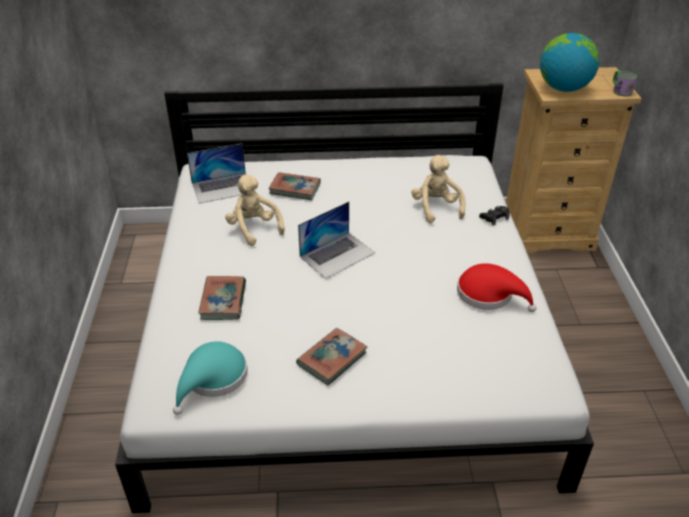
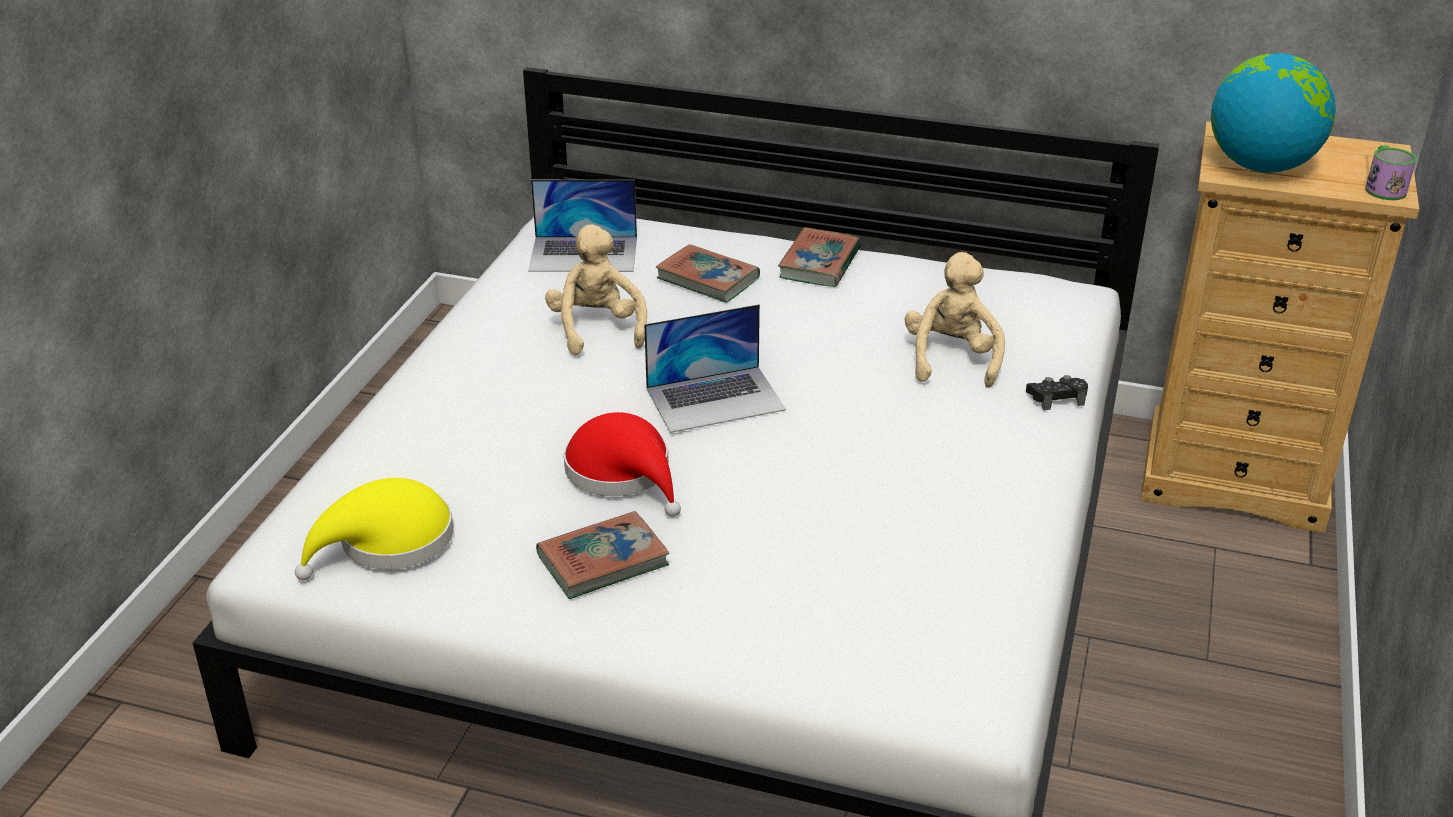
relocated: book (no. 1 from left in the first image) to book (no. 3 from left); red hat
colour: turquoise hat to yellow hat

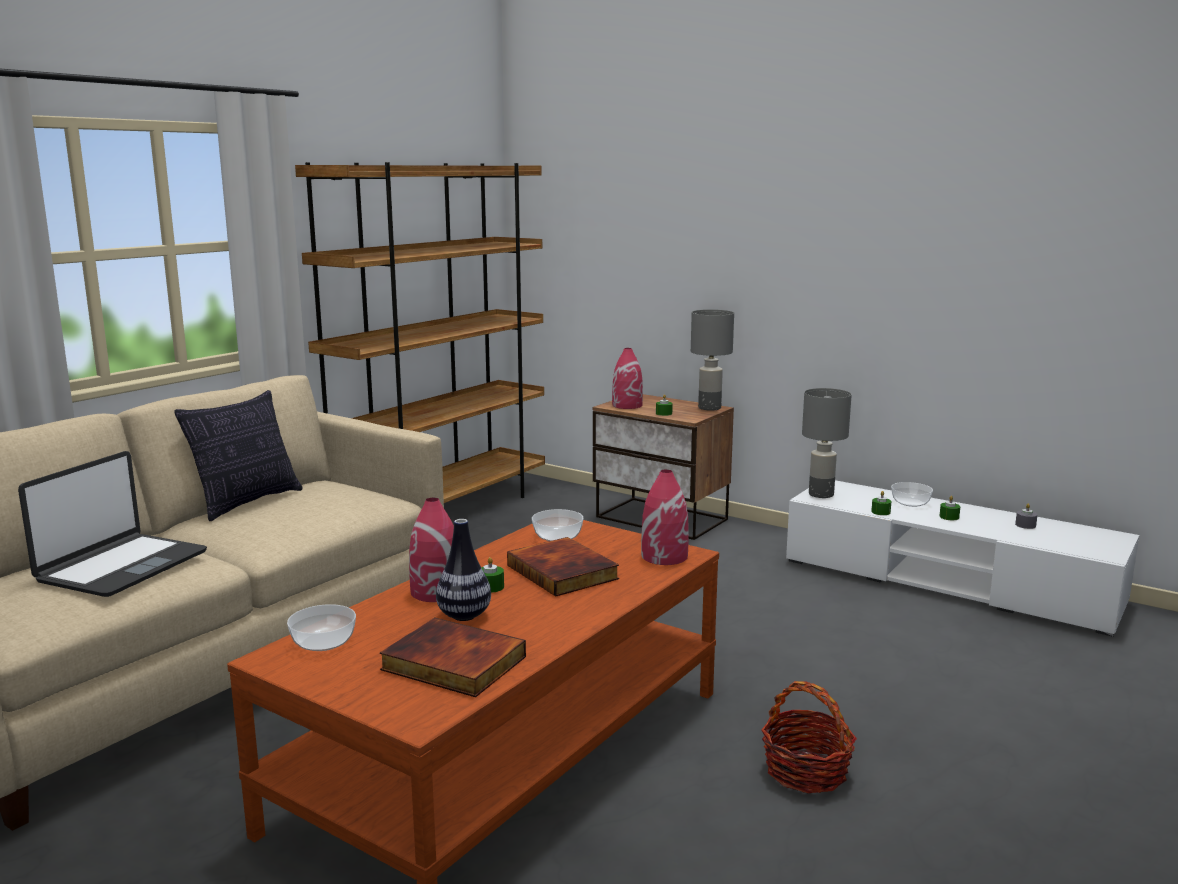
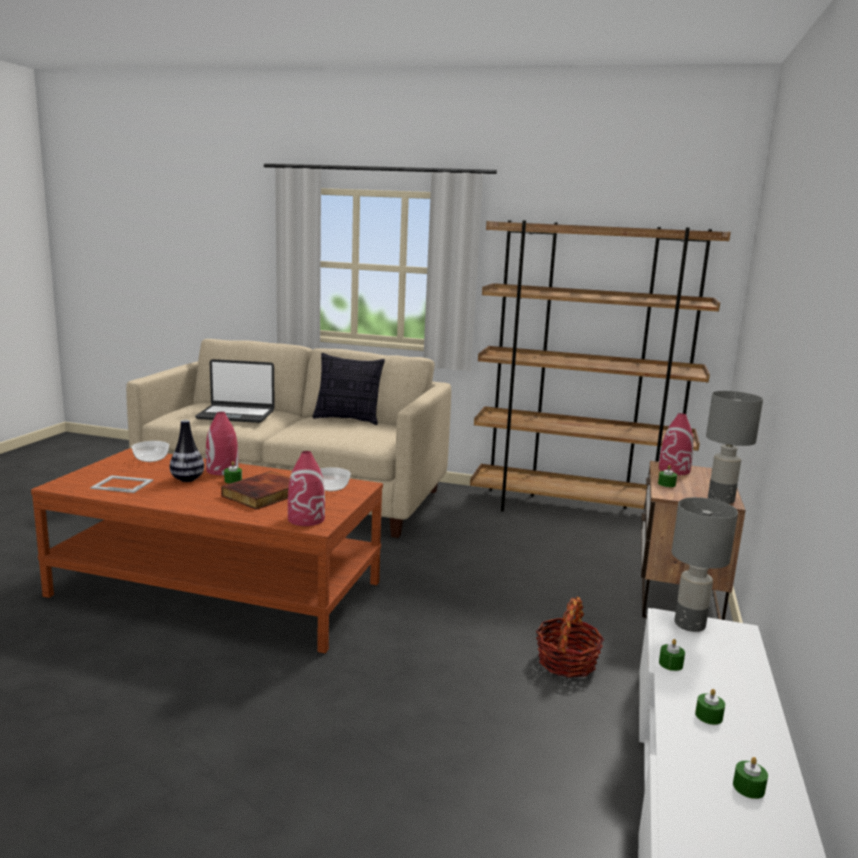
missing: bowl (no. 3 from left)
relocated: basket
exchanged: book (no. 1 from left) to picture frame
colour: grey candle to green candle (no. 5 from left)

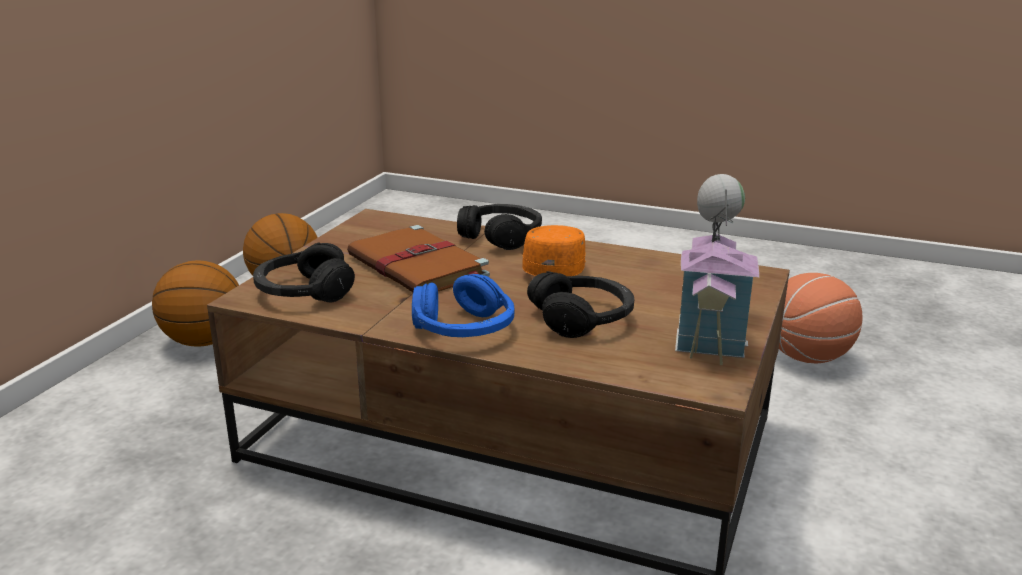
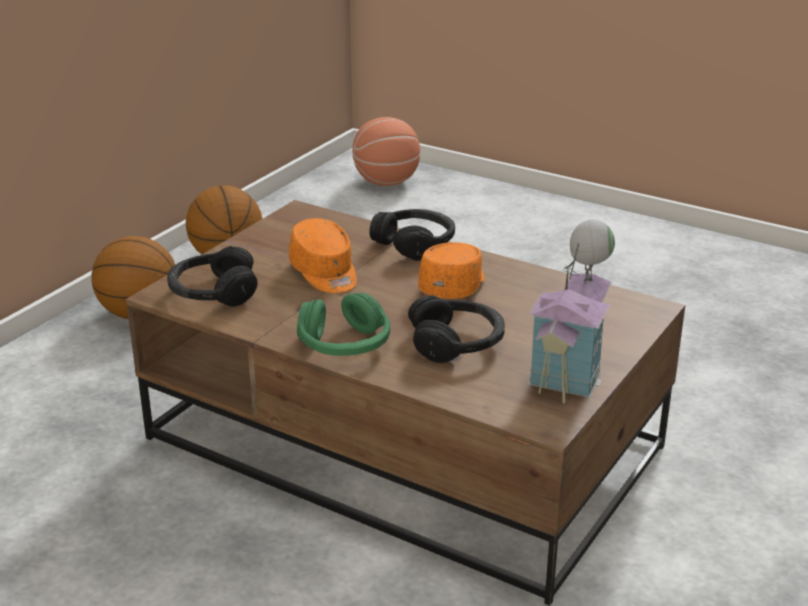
relocated: basketball (no. 3 from left)
exchanged: brown book to orange cap (no. 1 from left)
colour: blue headphones to green headphones

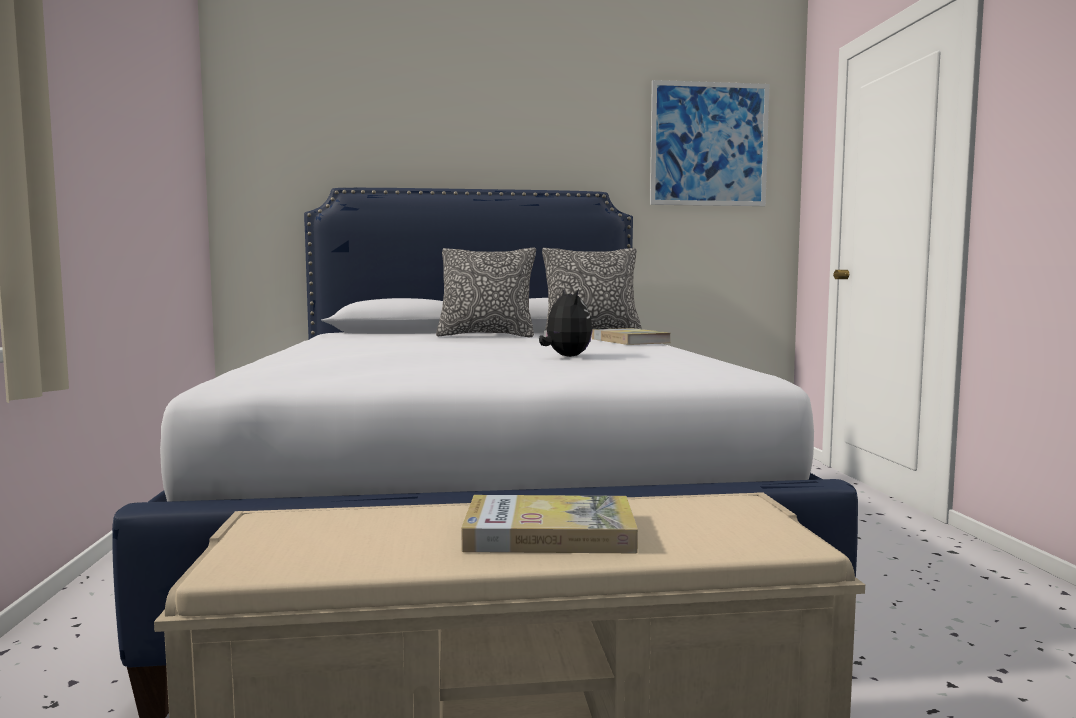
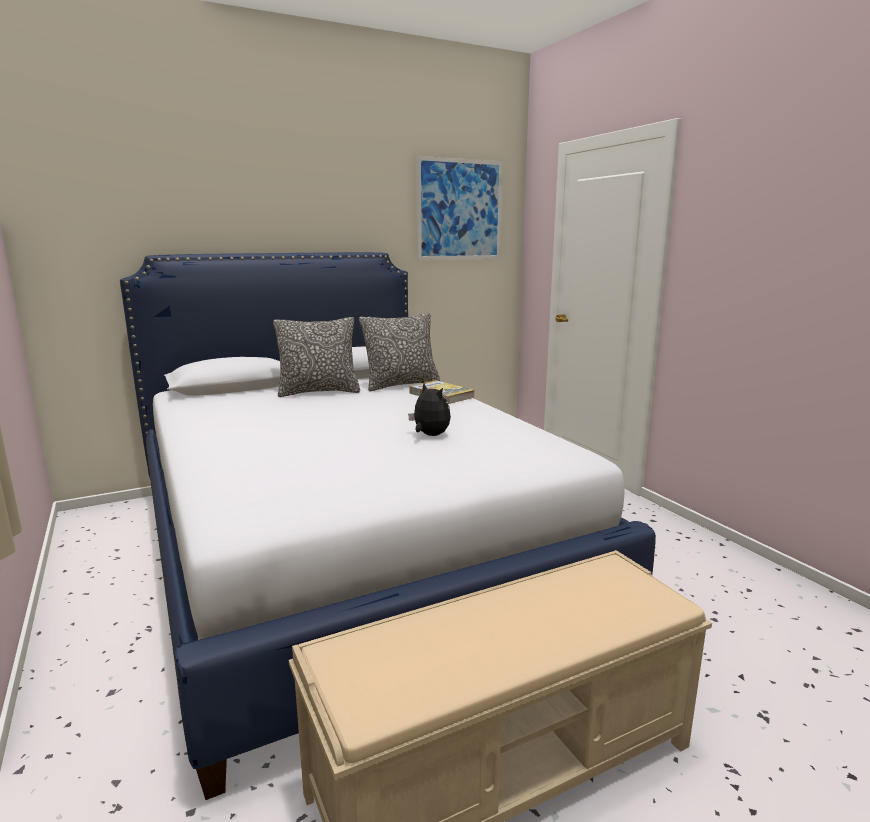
missing: book (no. 1 from left)

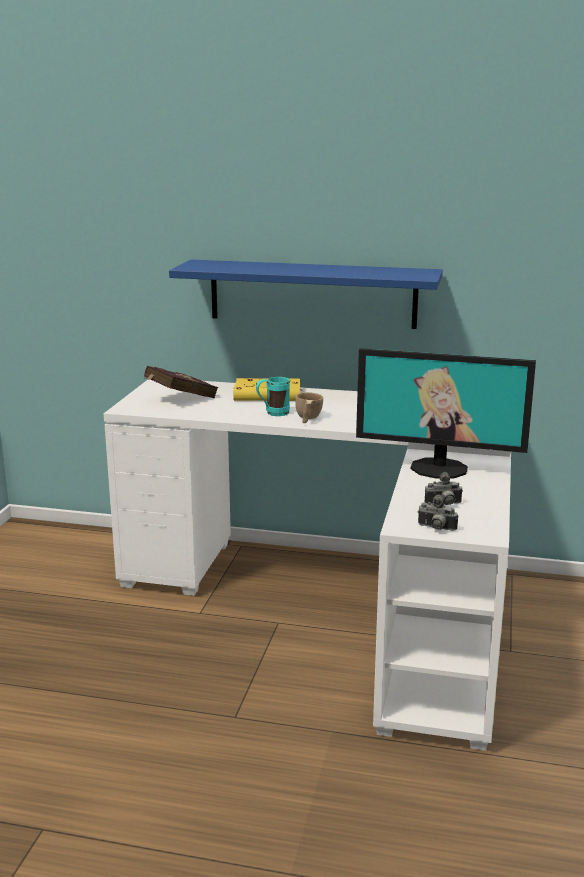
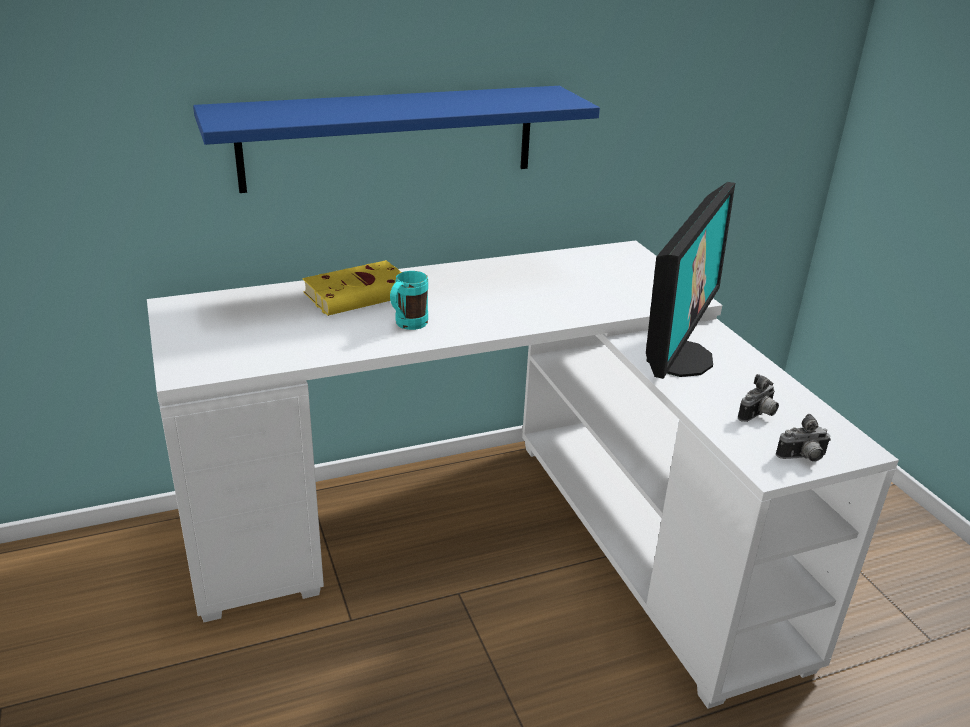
missing: red book; beige cup
spun: monitor 45 degrees counterclockwise

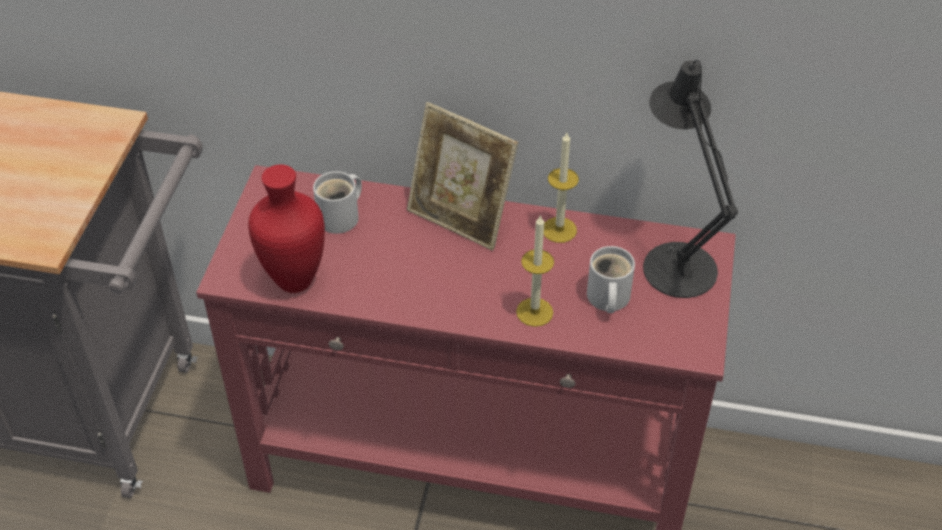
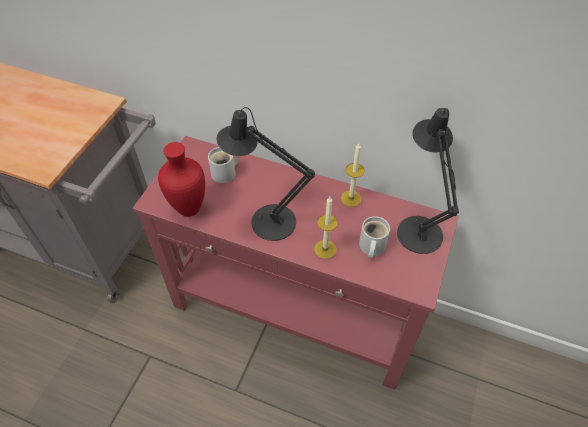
missing: picture frame
appeared: black table lamp (no. 1 from left)

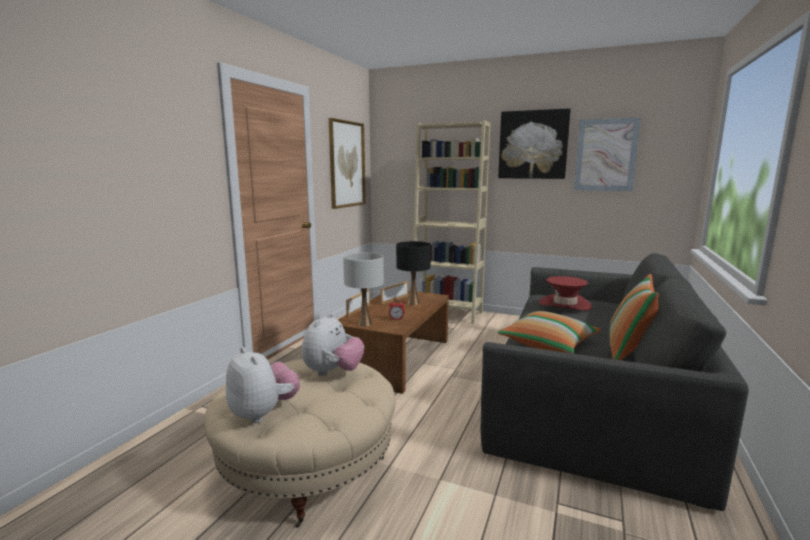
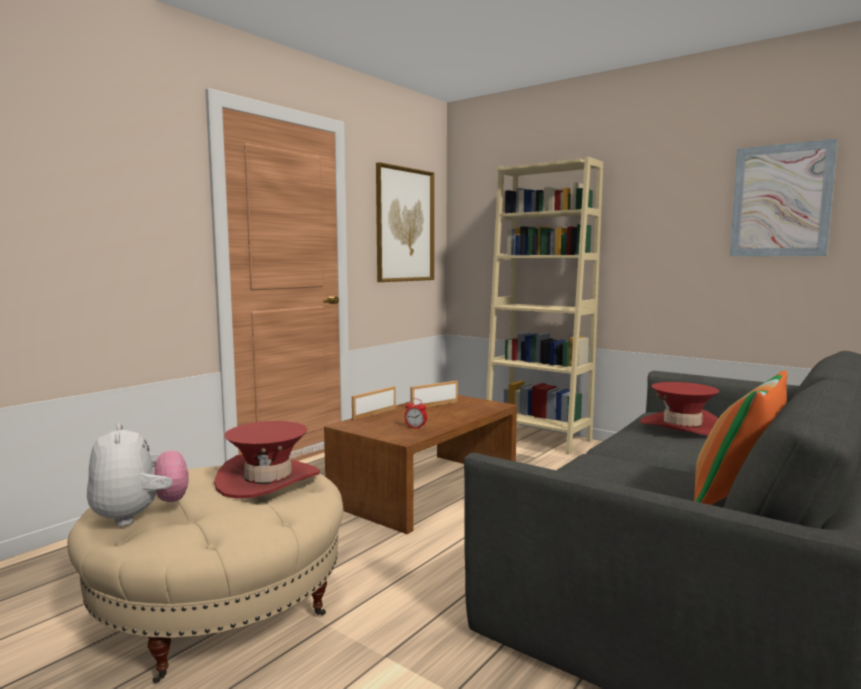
missing: white table lamp; black table lamp; picture (no. 2 from left); pillow (no. 1 from left)
exchanged: plush toy (no. 2 from left) to red hat (no. 1 from left)

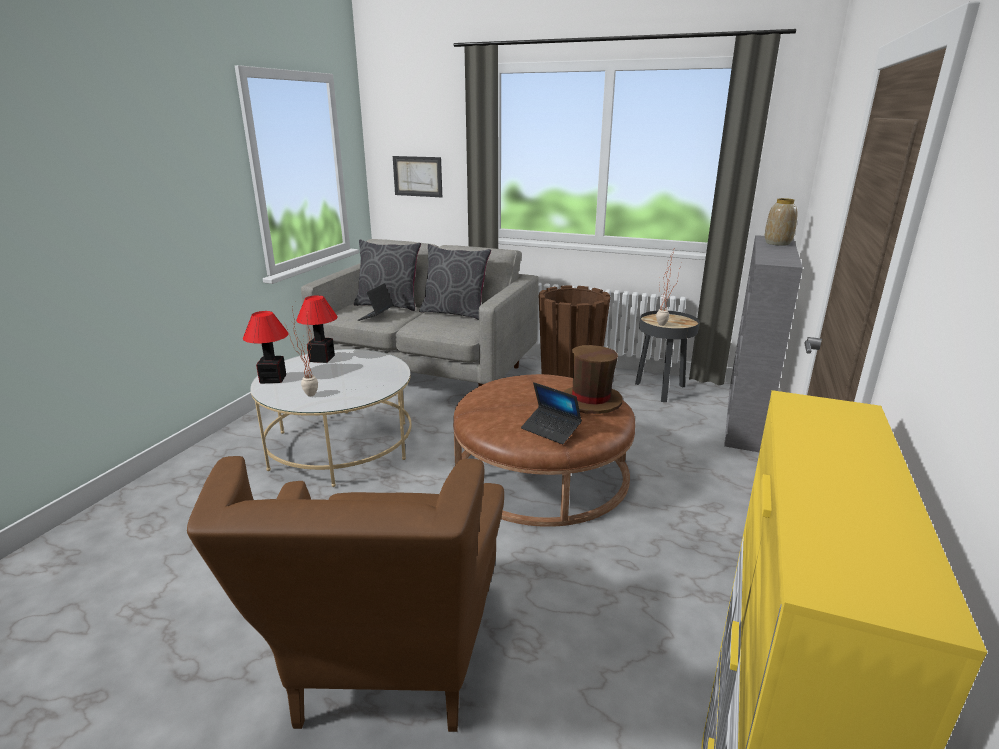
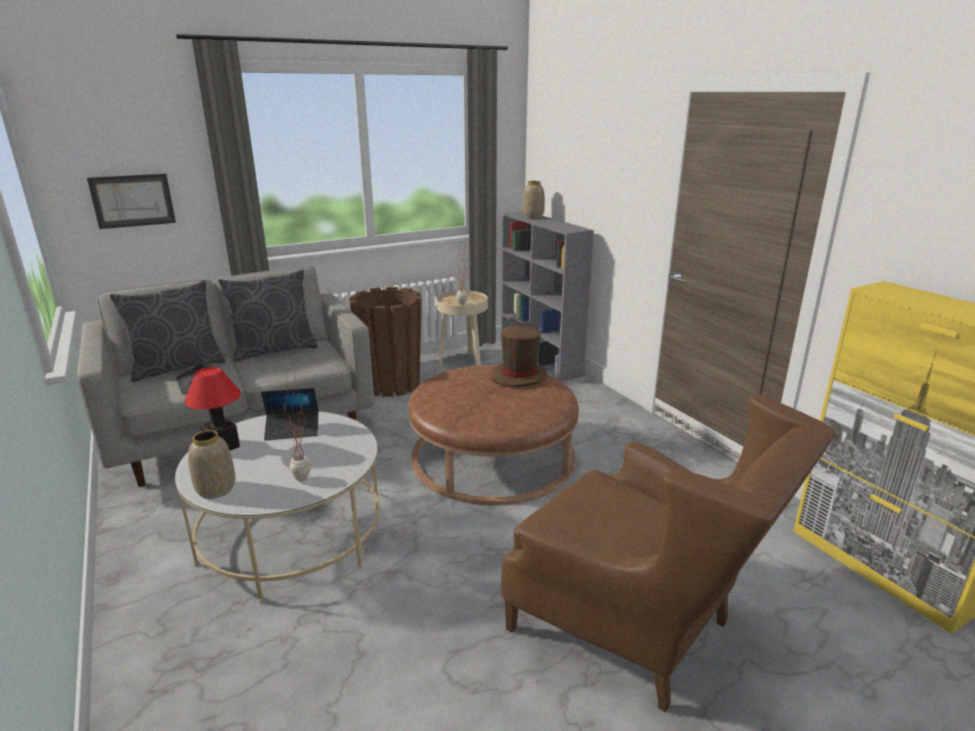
relocated: laptop (no. 2 from left)
exchanged: table lamp (no. 1 from left) to vase (no. 1 from left)
colour: black side table to beige side table

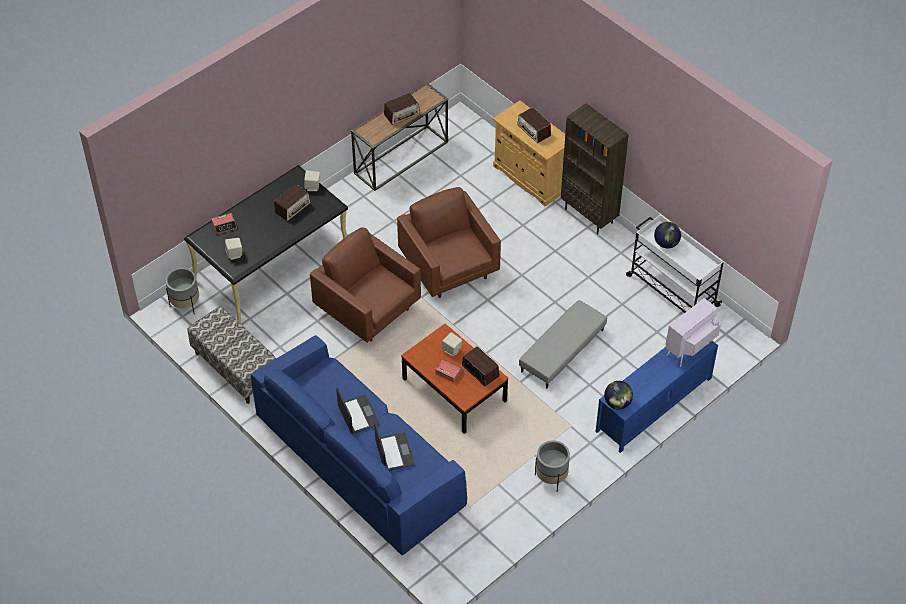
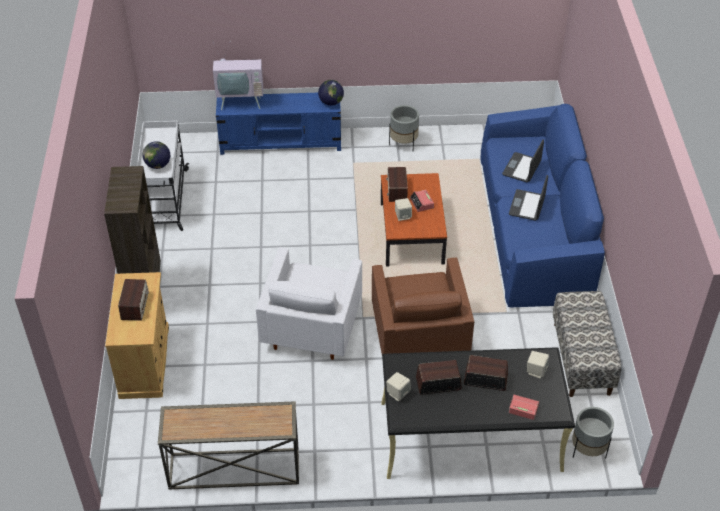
missing: grey ottoman
relocated: radio (no. 2 from left in the first image) to radio (no. 4 from left)
colour: brown armchair (no. 2 from left) to white armchair

